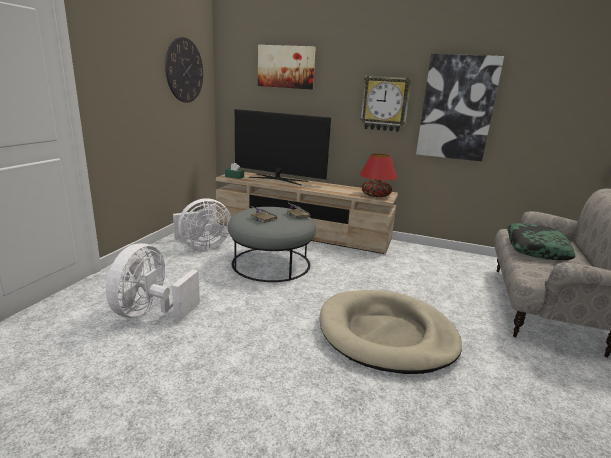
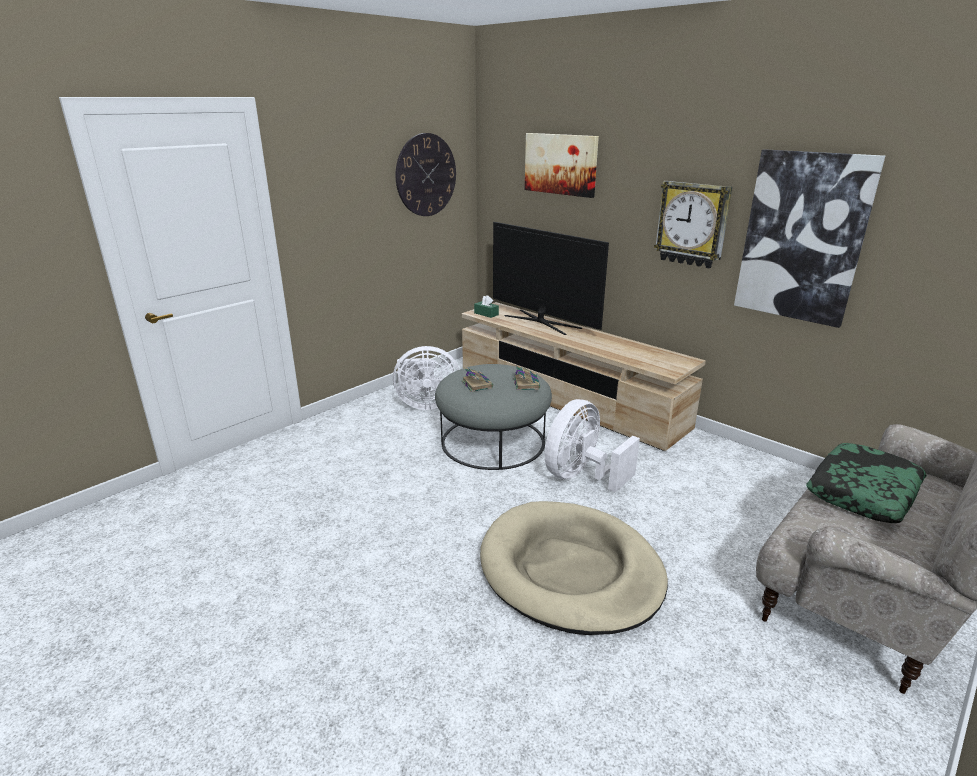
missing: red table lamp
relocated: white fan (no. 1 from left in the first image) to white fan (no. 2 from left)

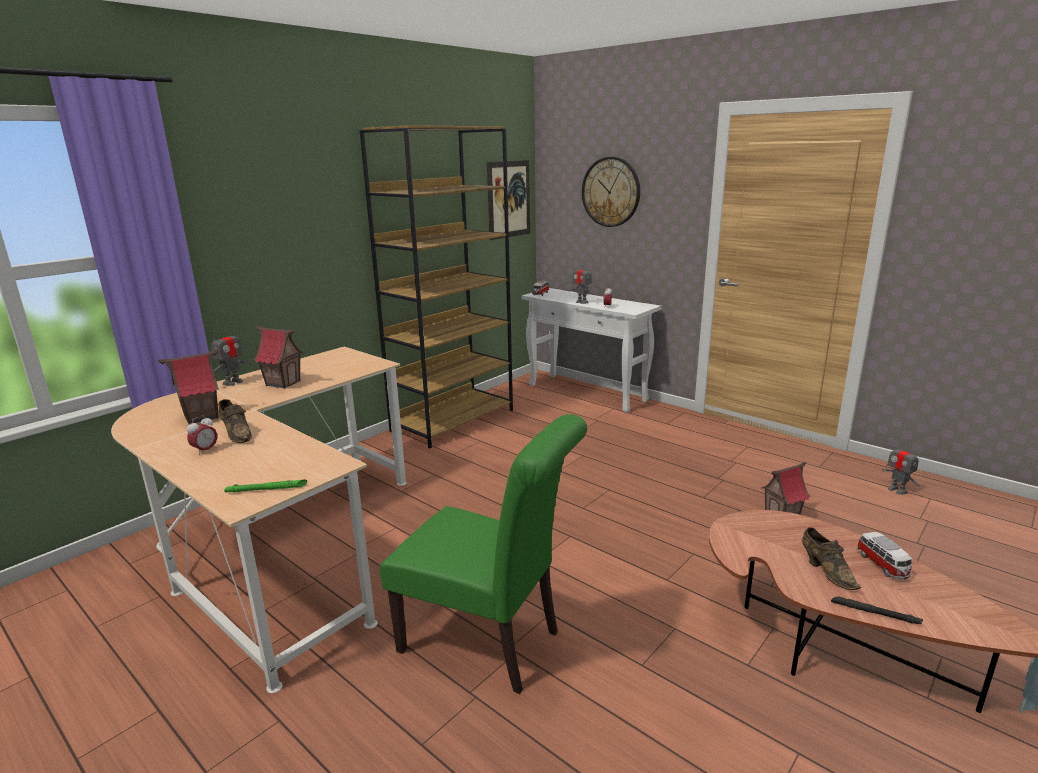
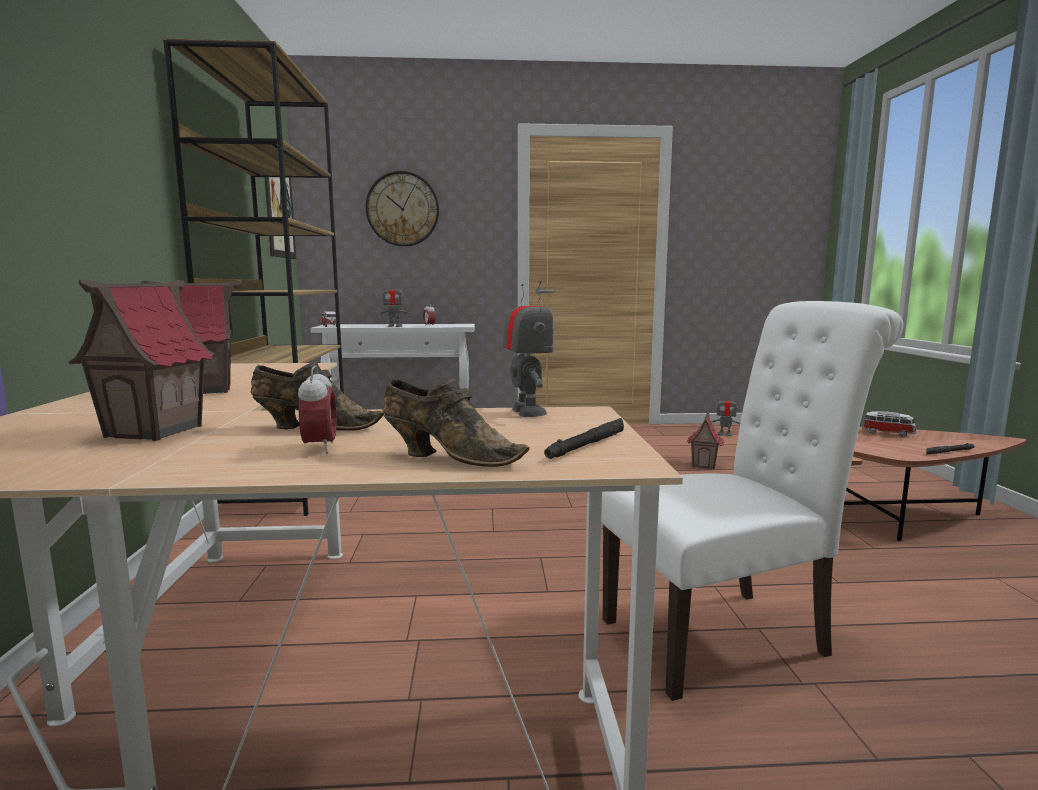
relocated: toy robot (no. 1 from left in the first image) to toy robot (no. 2 from left); brown shoe (no. 2 from left)
colour: green flashlight to black flashlight (no. 1 from left); green chair to white chair

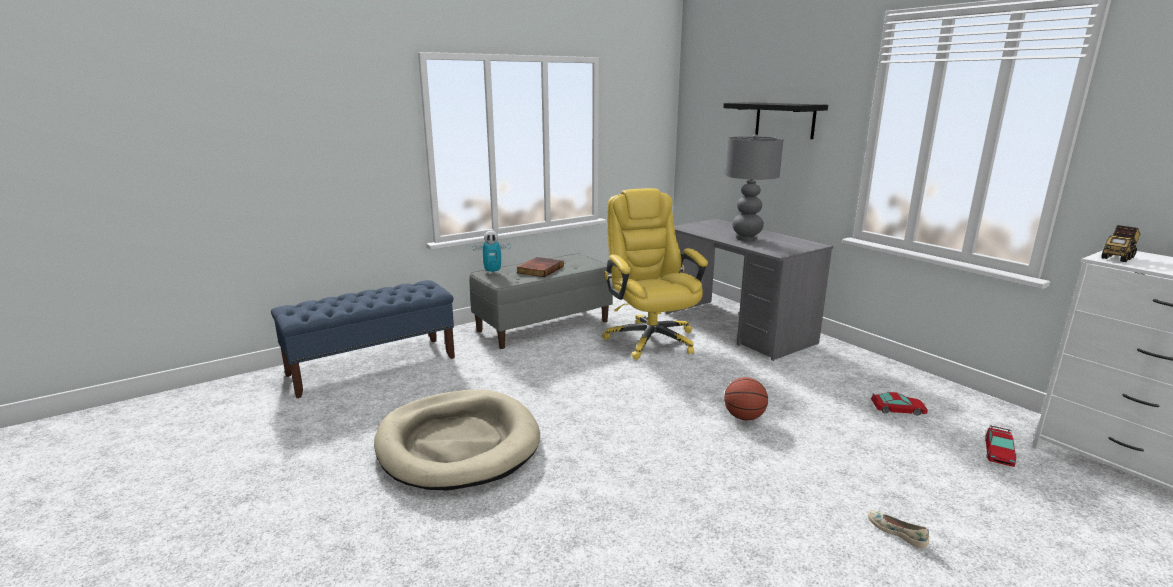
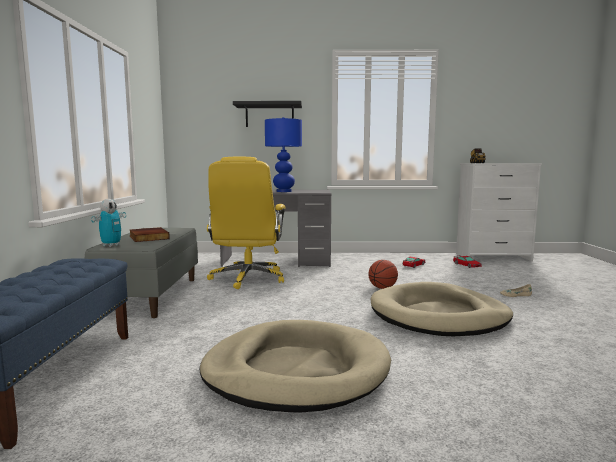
appeared: beige dog bed (no. 2 from left)
colour: grey table lamp to blue table lamp
spun: yellow office chair 105 degrees counterclockwise

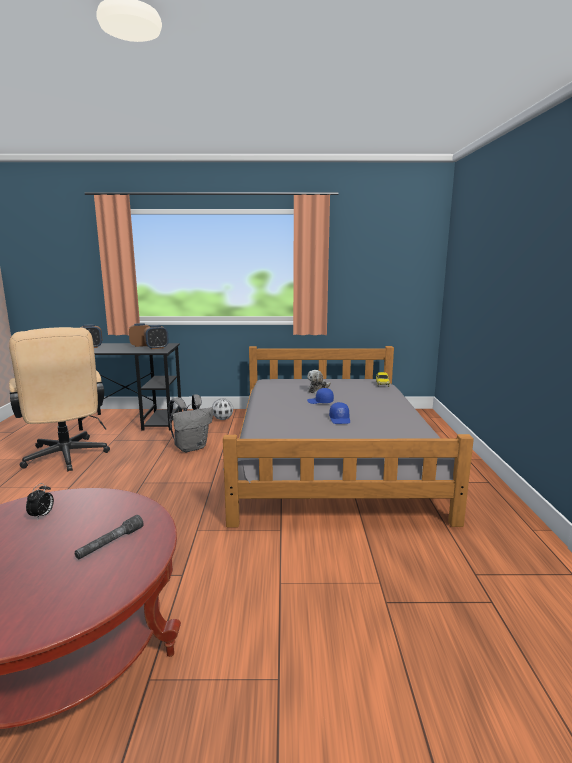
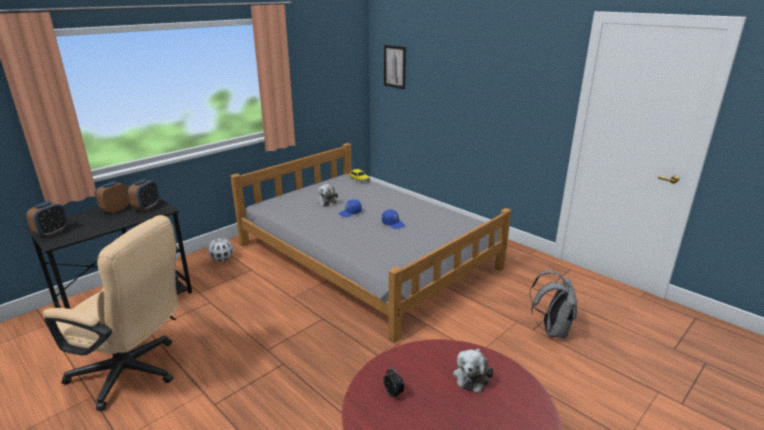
appeared: picture
relocated: grey backpack
exchanged: grey flashlight to plush toy (no. 2 from left)

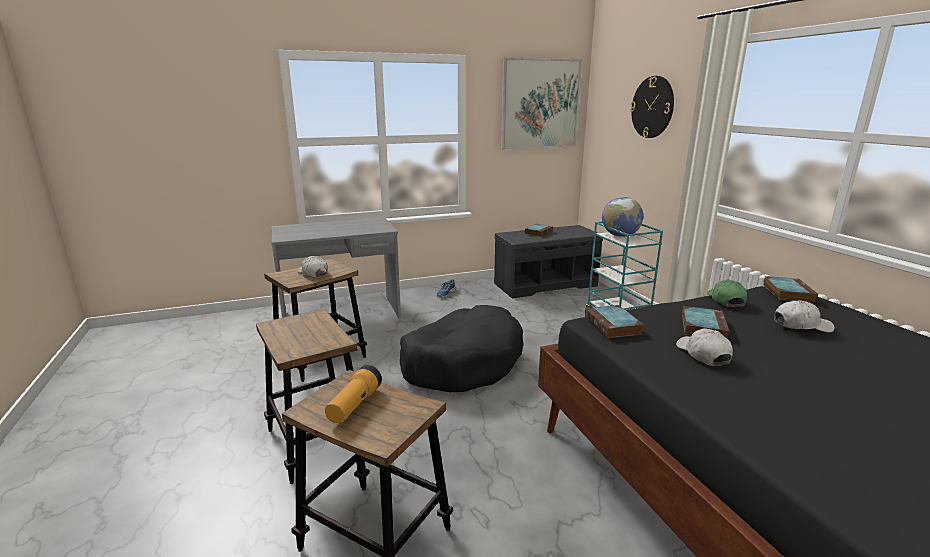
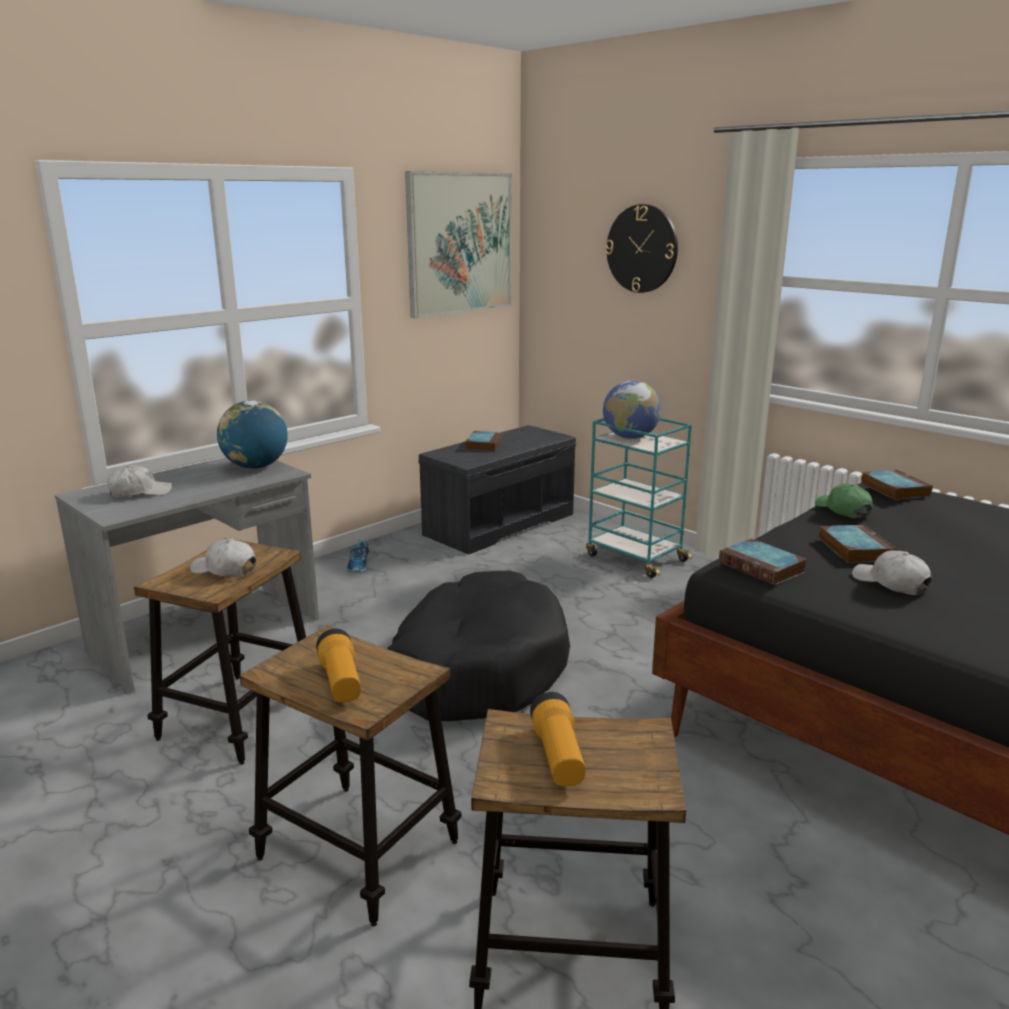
appeared: globe (no. 1 from left); flashlight (no. 1 from left)
relocated: white cap (no. 3 from left in the first image) to white cap (no. 1 from left)

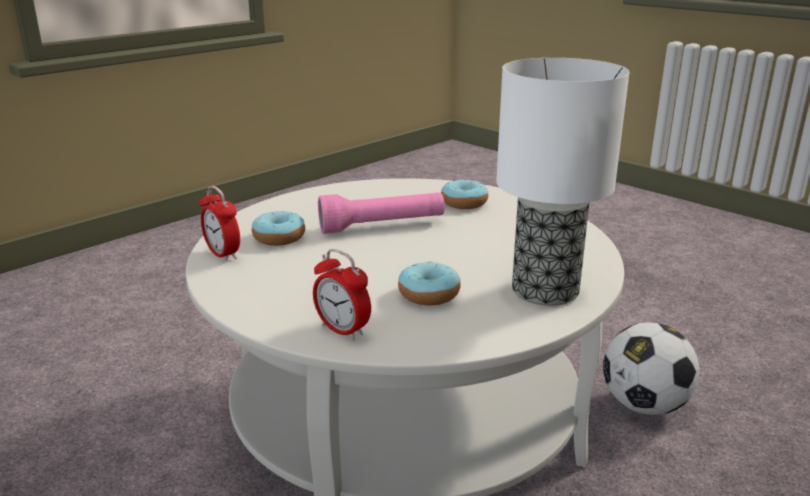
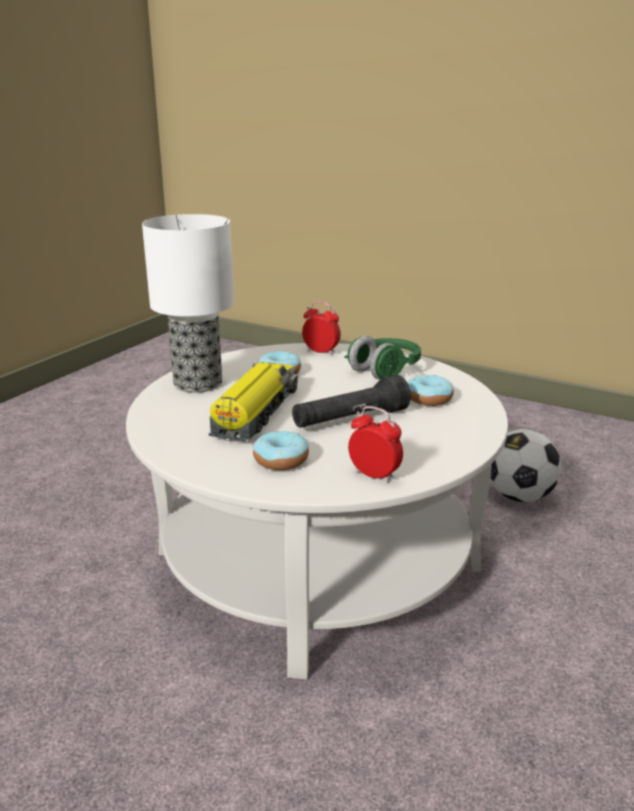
appeared: toy truck; green headphones
relocated: alarm clock (no. 1 from left in the first image) to alarm clock (no. 2 from left); football
colour: pink flashlight to black flashlight

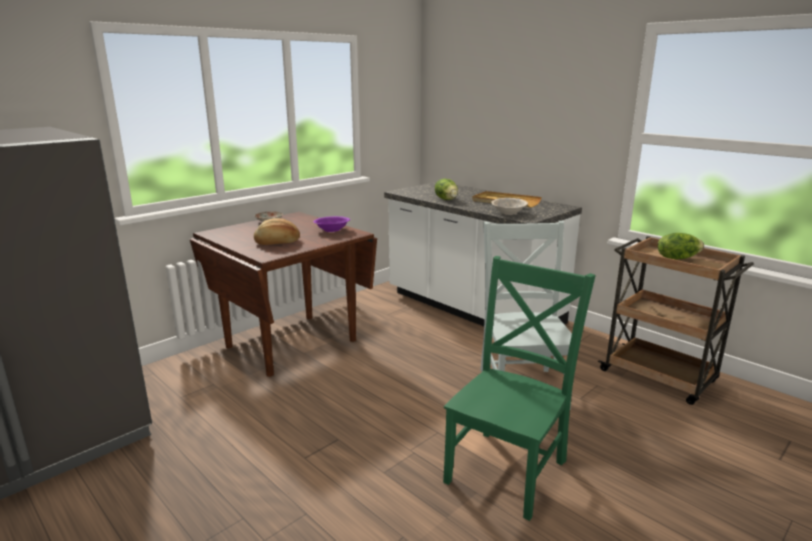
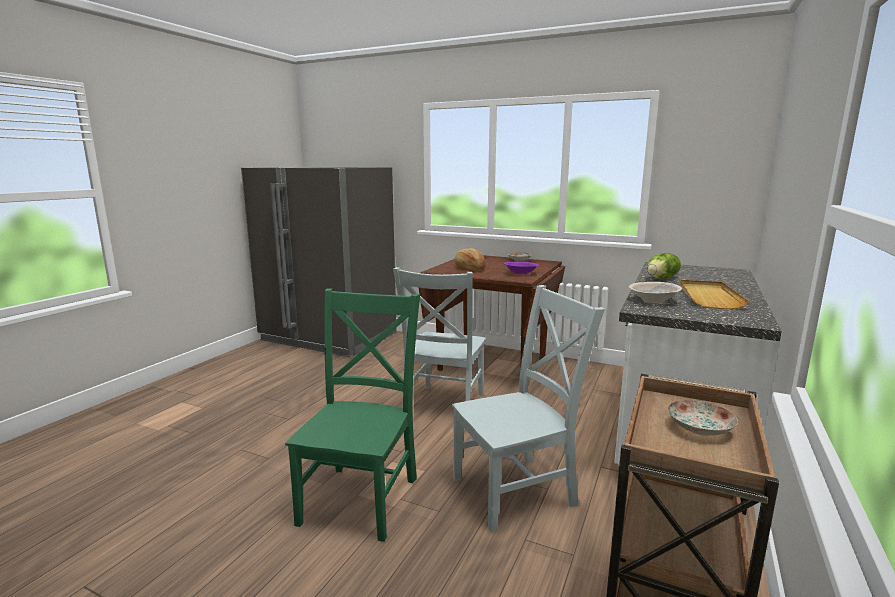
appeared: grey chair (no. 1 from left)
exchanged: lettuce (no. 2 from left) to plate (no. 2 from left)
spun: green chair 90 degrees counterclockwise

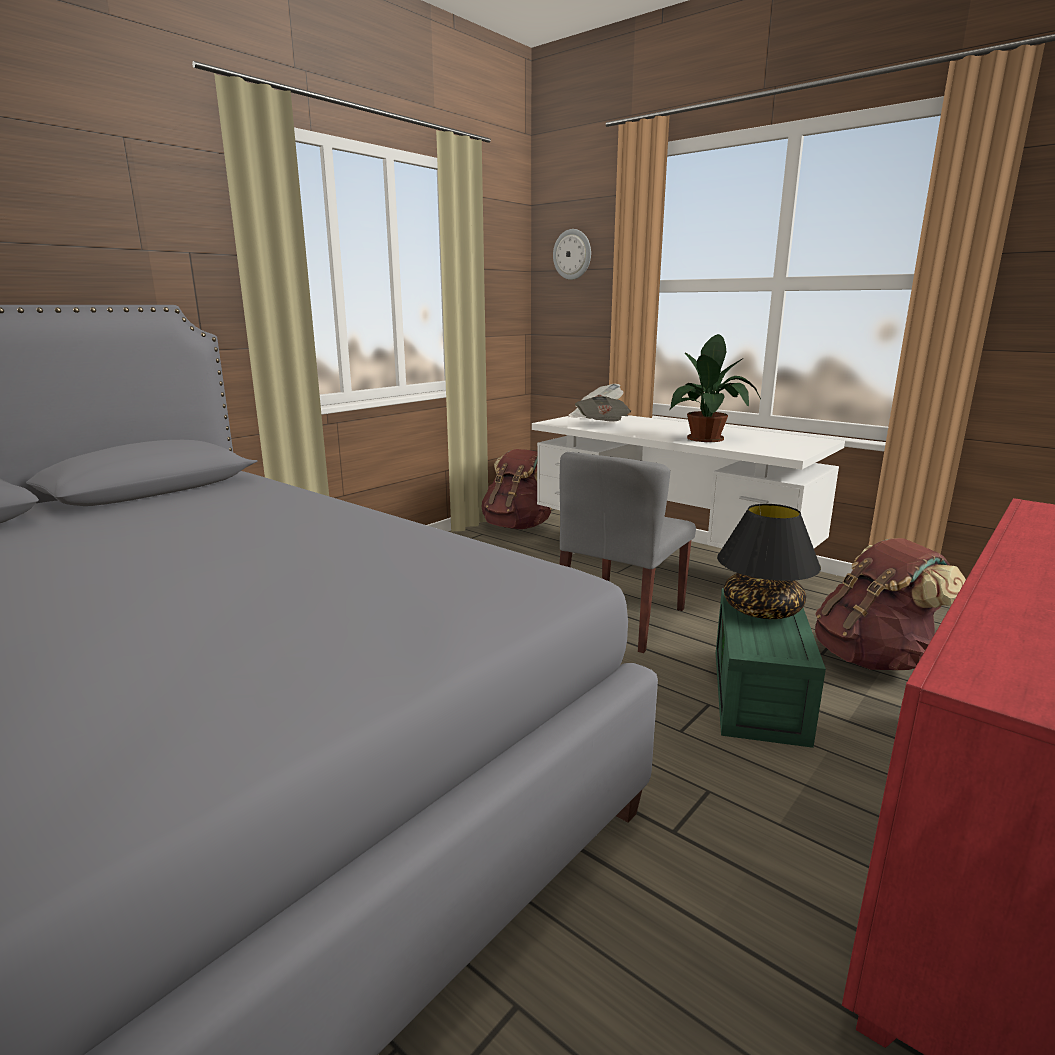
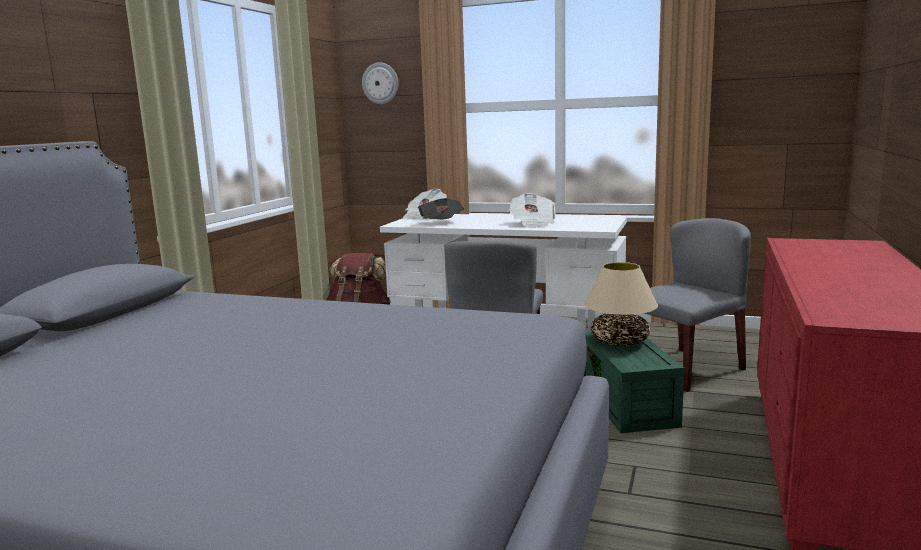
exchanged: potted plant to newspaper (no. 3 from left); brown backpack (no. 2 from left) to grey chair (no. 2 from left)
colour: black table lamp to beige table lamp

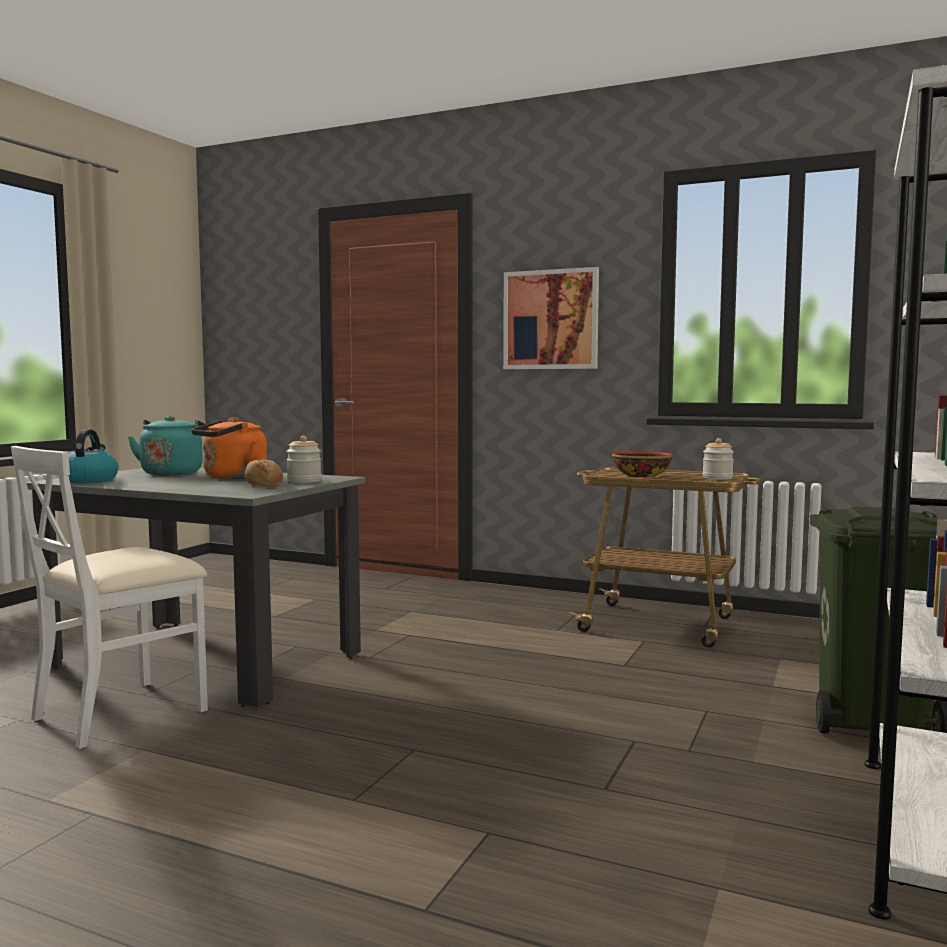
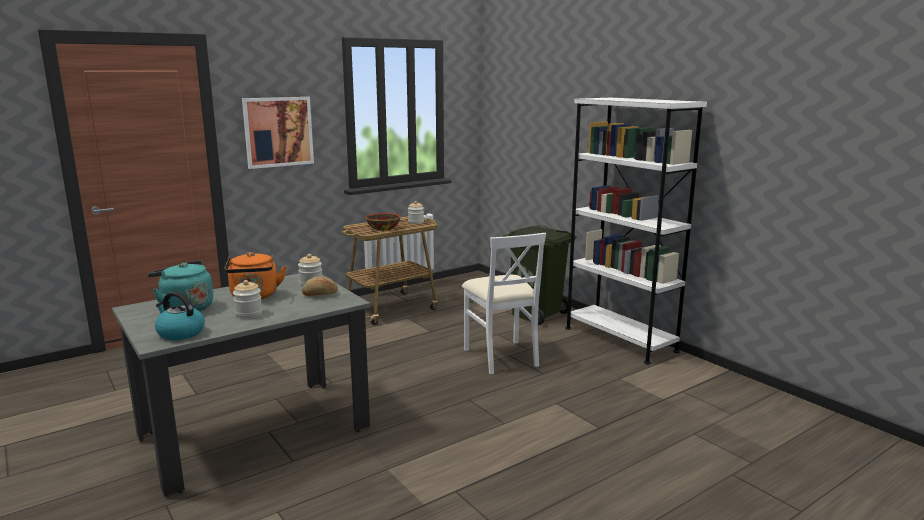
appeared: jar (no. 1 from left)
relocated: white chair

